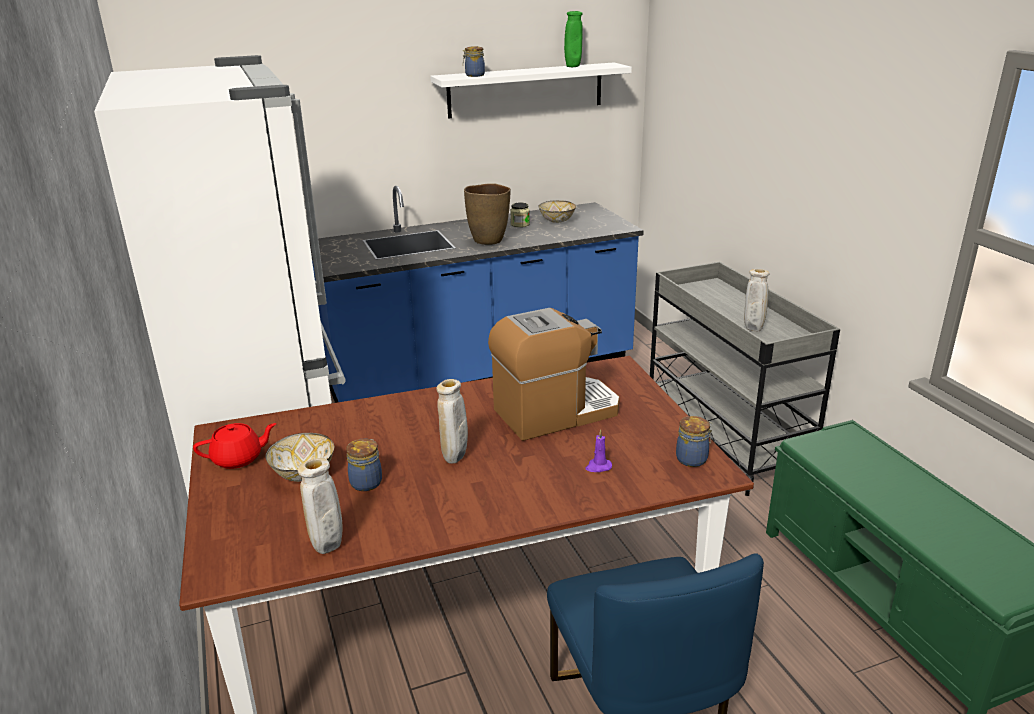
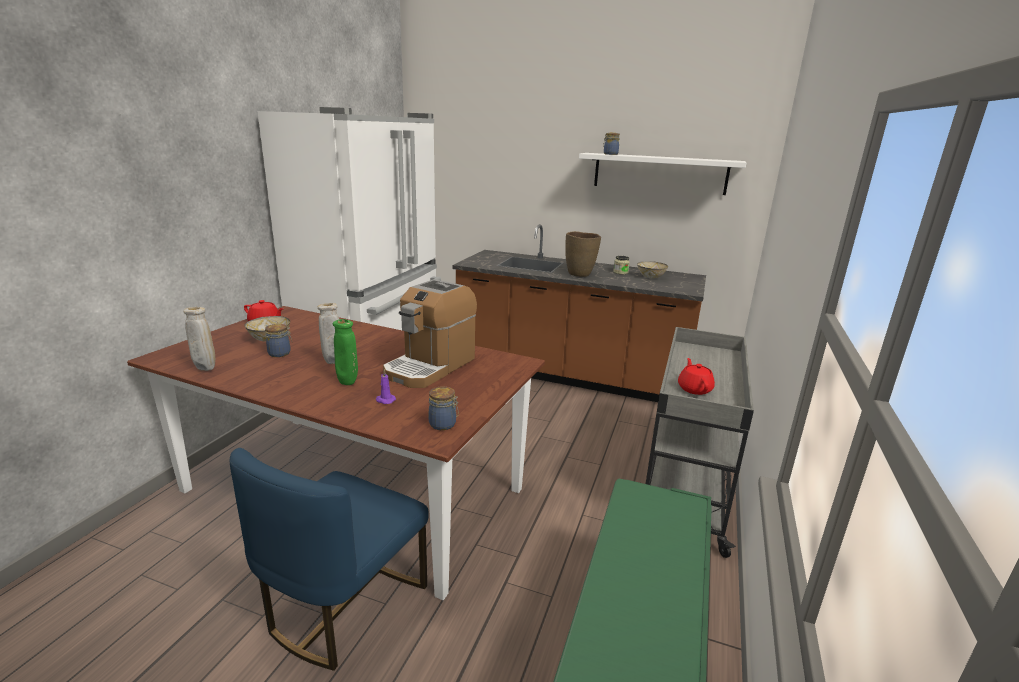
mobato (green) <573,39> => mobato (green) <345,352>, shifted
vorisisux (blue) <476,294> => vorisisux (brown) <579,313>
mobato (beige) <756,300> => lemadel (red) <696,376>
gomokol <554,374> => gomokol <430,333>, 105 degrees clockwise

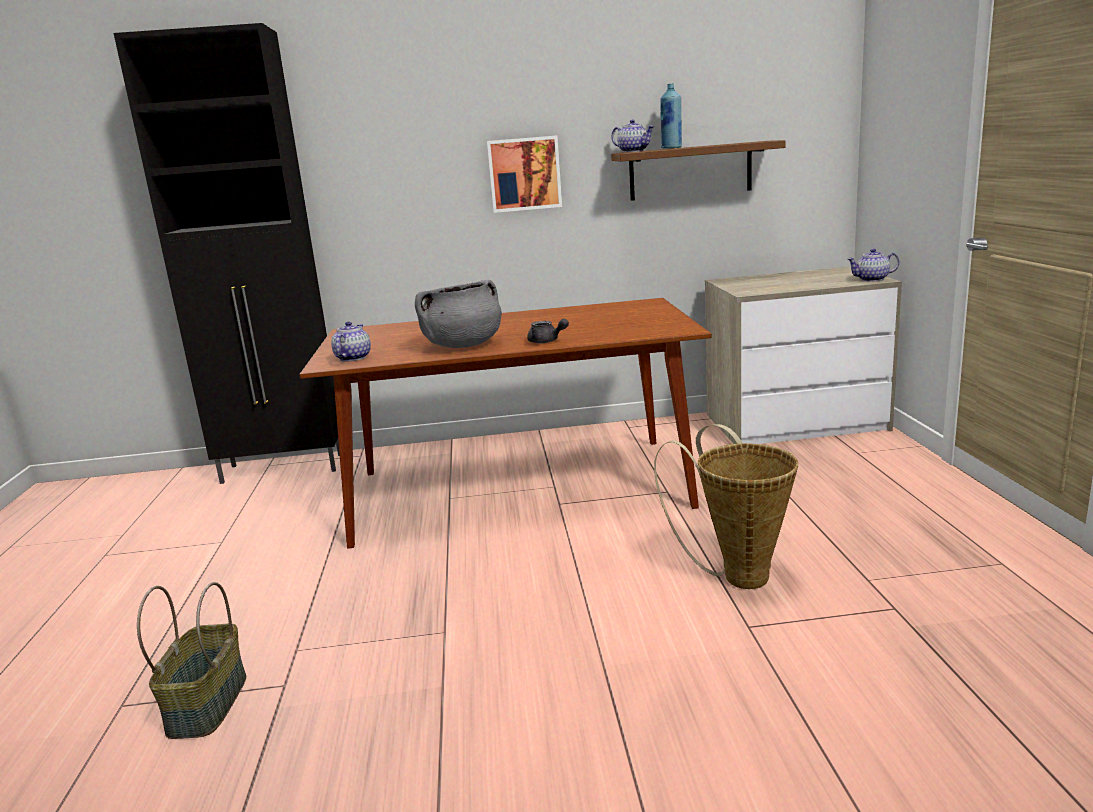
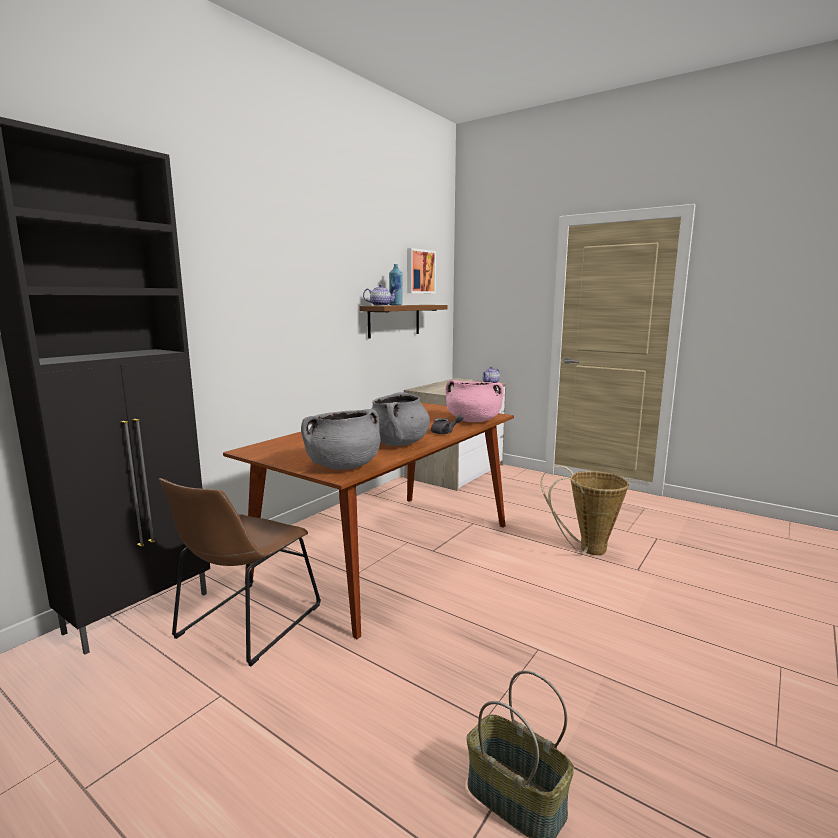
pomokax <524,174> => pomokax <421,270>, shifted
lemadel <351,341> => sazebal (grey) <341,439>
nothing => sazebal (pink) <475,401>
nothing => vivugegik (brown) <240,572>

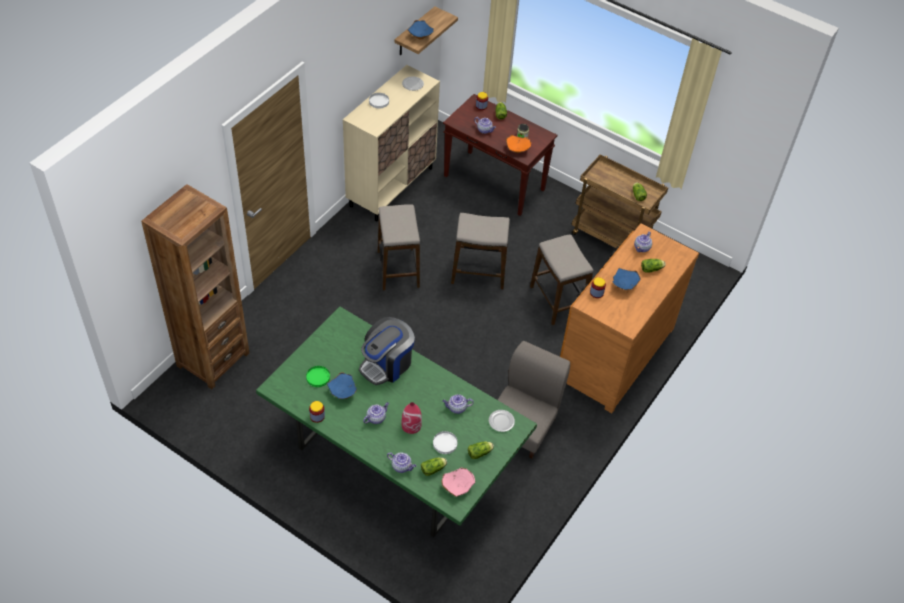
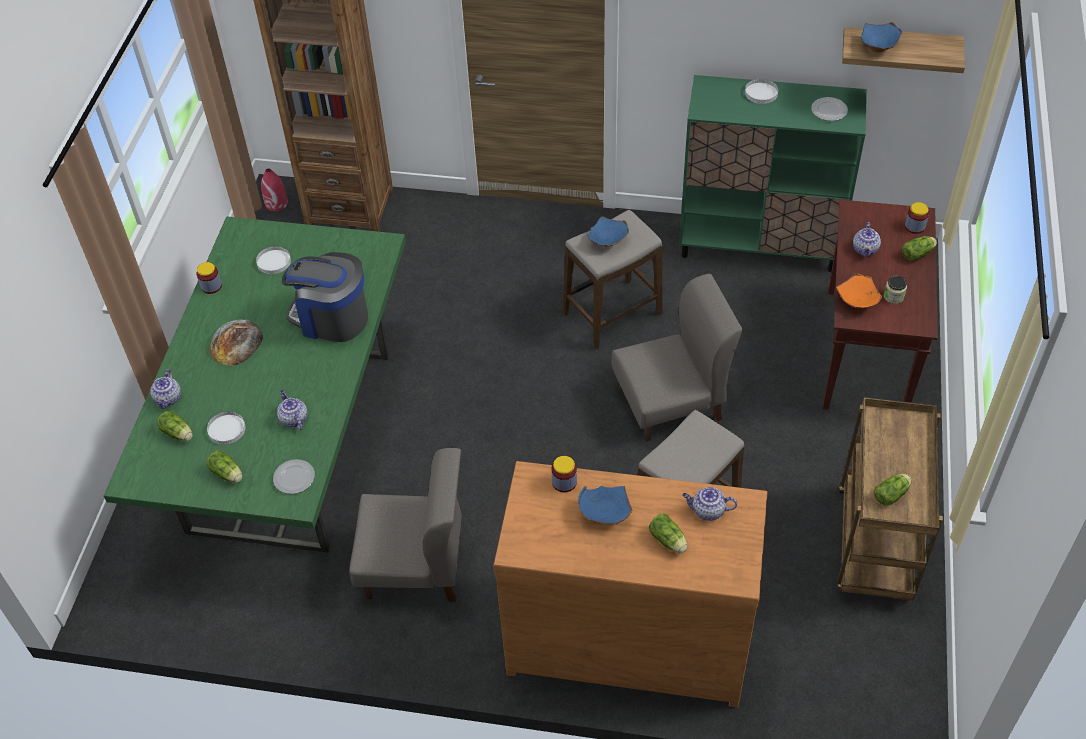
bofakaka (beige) <391,143> => bofakaka (green) <773,173>
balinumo <480,251> => vivugegik (grey) <676,357>
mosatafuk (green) <318,376> => mosatafuk (white) <273,260>
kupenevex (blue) <342,385> => kupenevex (blue) <608,231>, shifted
lemadel <376,413> => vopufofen <236,343>
mobato (red) <412,418> => mobato (red) <274,189>, shifted
kupenevex (pink) <458,482> => nothing

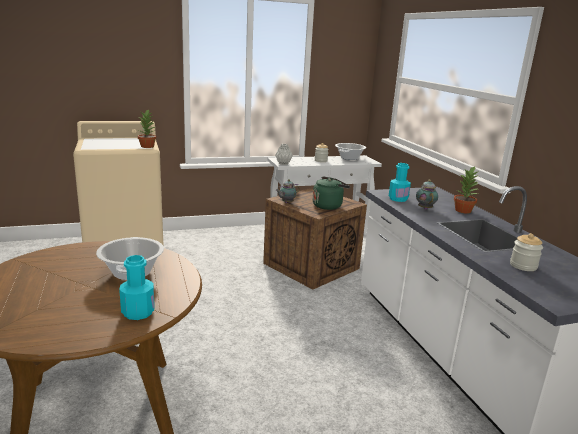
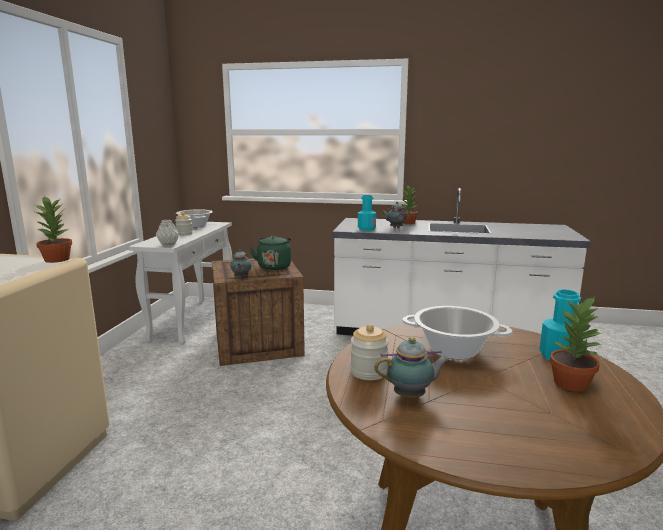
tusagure <526,252> => tusagure <369,352>, shifted
nothing => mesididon <576,343>
nothing => lemadel <412,367>

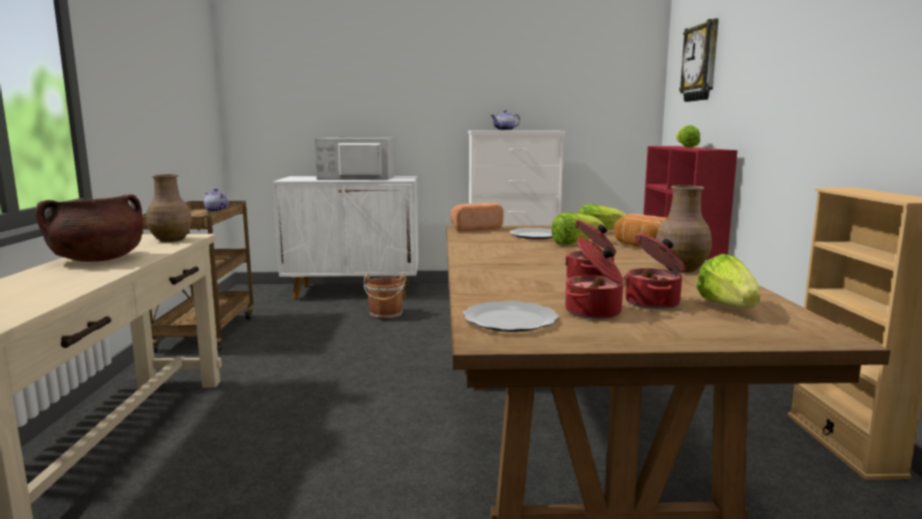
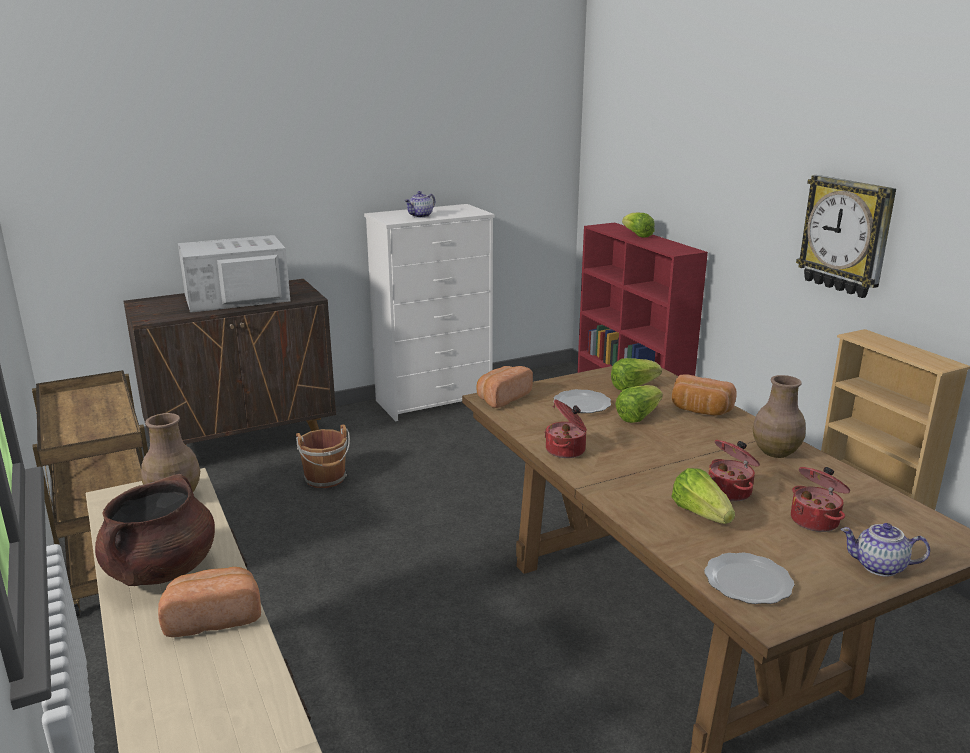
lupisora <699,60> => lupisora <846,236>, shifted
bofakaka (white) <346,238> => bofakaka (brown) <230,362>
lemadel <216,200> => lemadel <885,550>, shifted
sazebal <594,278> => sazebal <565,428>, shifted
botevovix <729,281> => botevovix <703,496>, shifted
nothing => vopufofen <209,602>

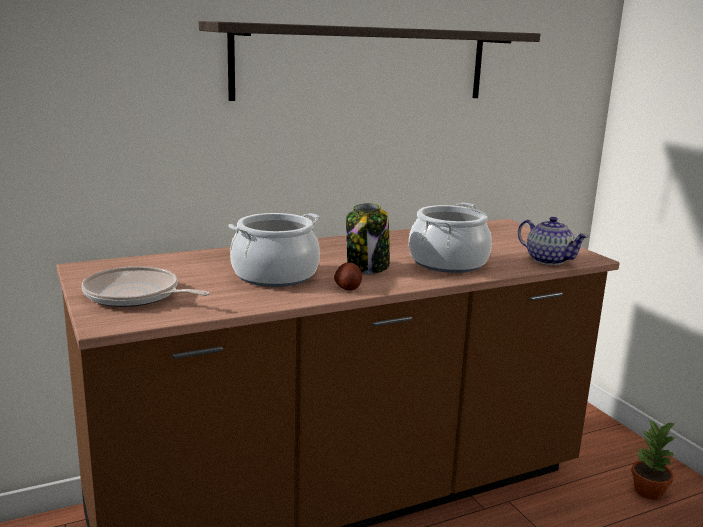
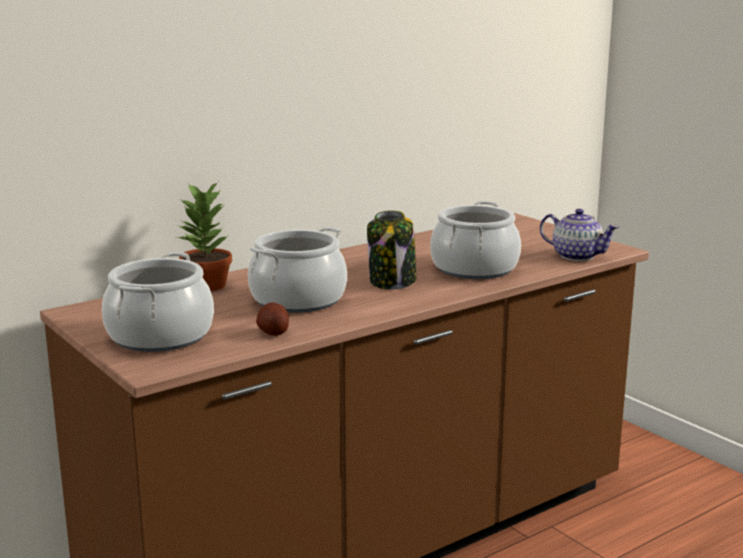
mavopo <369,61> => nothing
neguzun <348,276> => neguzun <272,319>, shifted
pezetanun <146,286> => sazebal <158,302>
mesididon <653,460> => mesididon <204,236>, shifted

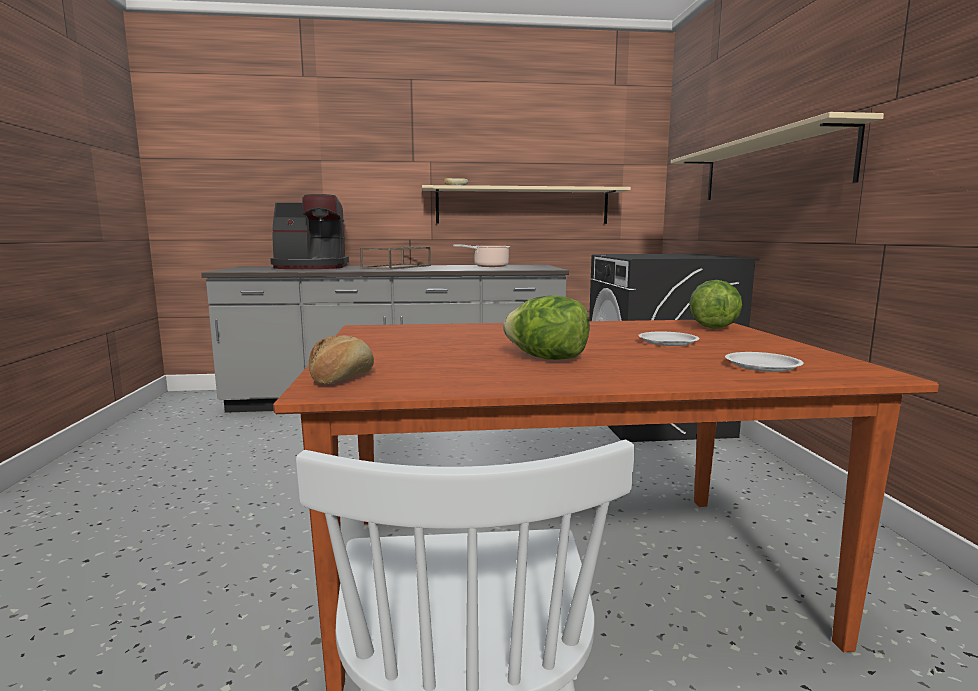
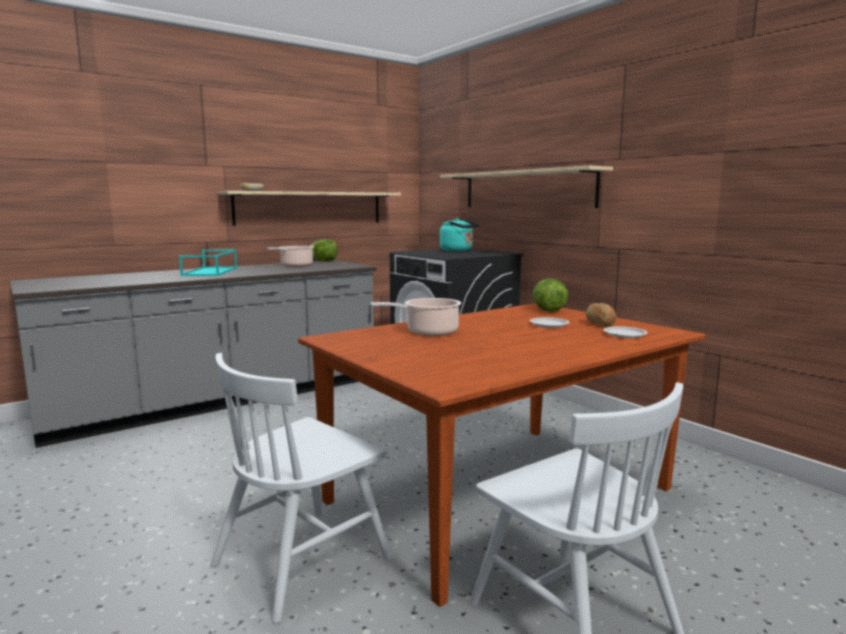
gomokol <309,231> => nothing
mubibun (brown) <395,258> => mubibun (turquoise) <208,263>
botevovix <546,327> => botevovix <323,250>, shifted
vopufofen <341,359> => vopufofen <601,314>, shifted
nothing => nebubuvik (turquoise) <459,234>
nothing => sazebal <415,317>
nothing => vivugegik (white) <301,488>

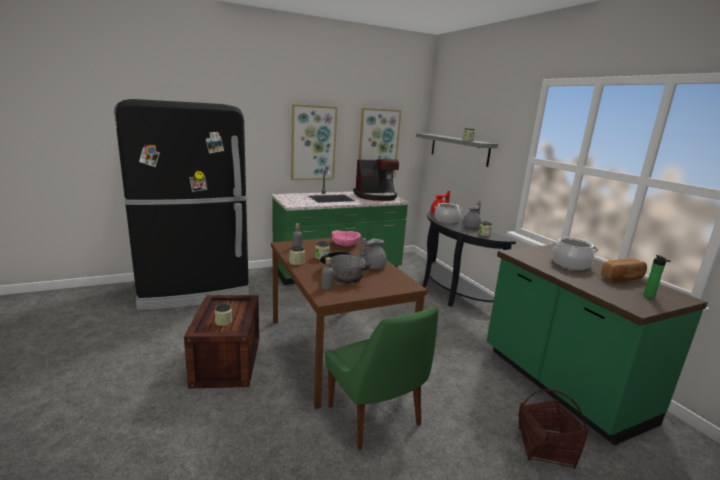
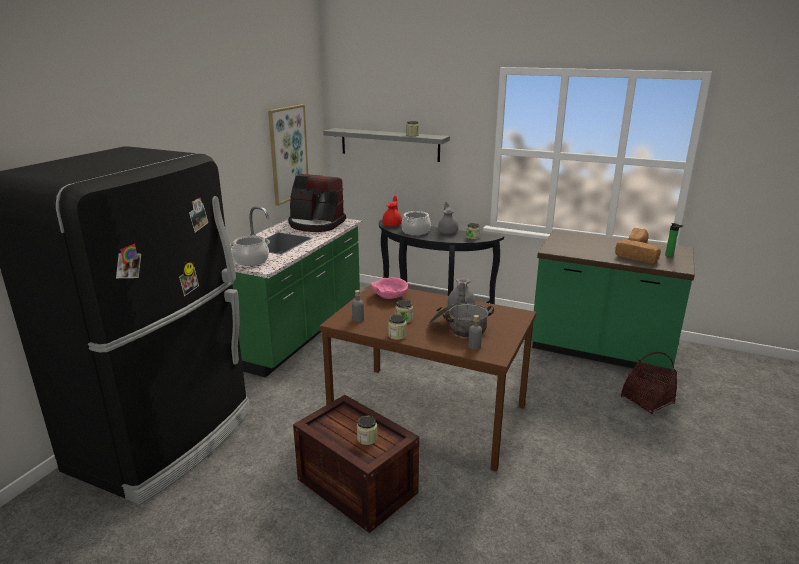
pomokax <314,142> => nothing
gomokol <376,180> => gomokol <317,203>, 75 degrees clockwise
sazebal <575,254> => sazebal <250,251>, shifted
vivugegik (green) <381,378> => nothing
nothing => vopufofen <638,251>

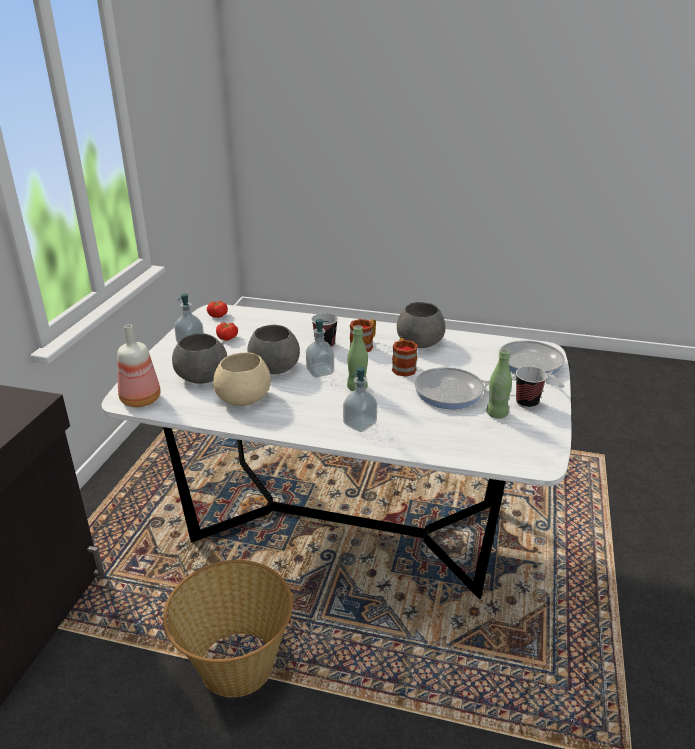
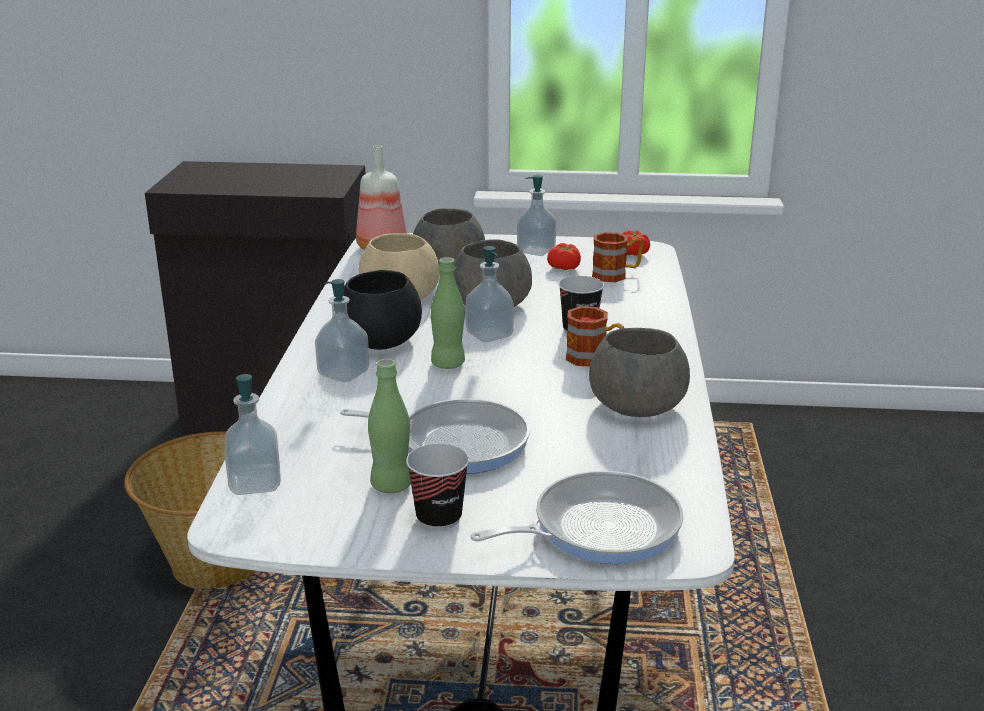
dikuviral <405,357> => dikuviral <617,257>, shifted
pezetanun <465,388> => pezetanun <435,436>, 120 degrees clockwise
nothing => kupenevex (black) <382,310>
nothing => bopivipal <253,434>

